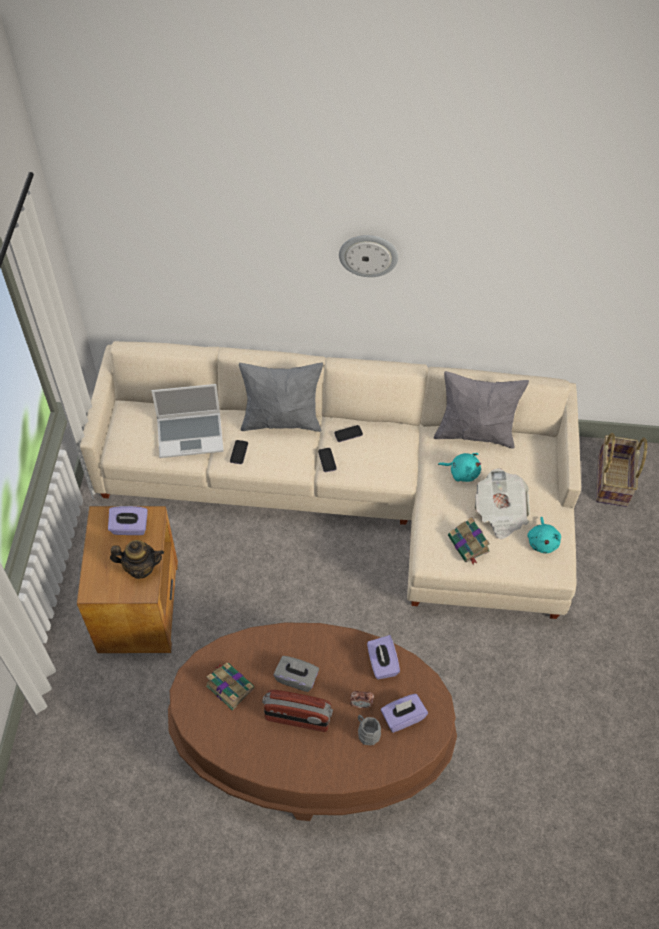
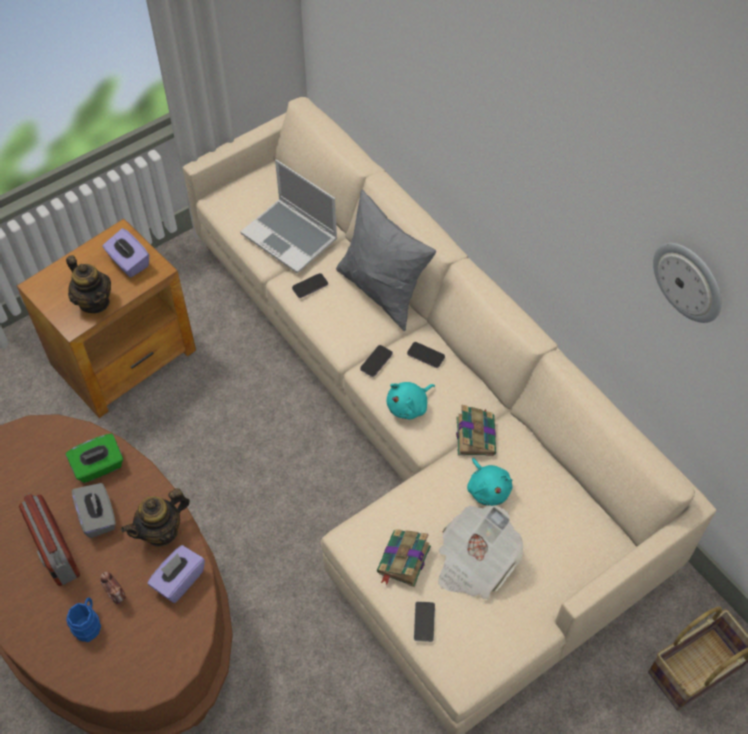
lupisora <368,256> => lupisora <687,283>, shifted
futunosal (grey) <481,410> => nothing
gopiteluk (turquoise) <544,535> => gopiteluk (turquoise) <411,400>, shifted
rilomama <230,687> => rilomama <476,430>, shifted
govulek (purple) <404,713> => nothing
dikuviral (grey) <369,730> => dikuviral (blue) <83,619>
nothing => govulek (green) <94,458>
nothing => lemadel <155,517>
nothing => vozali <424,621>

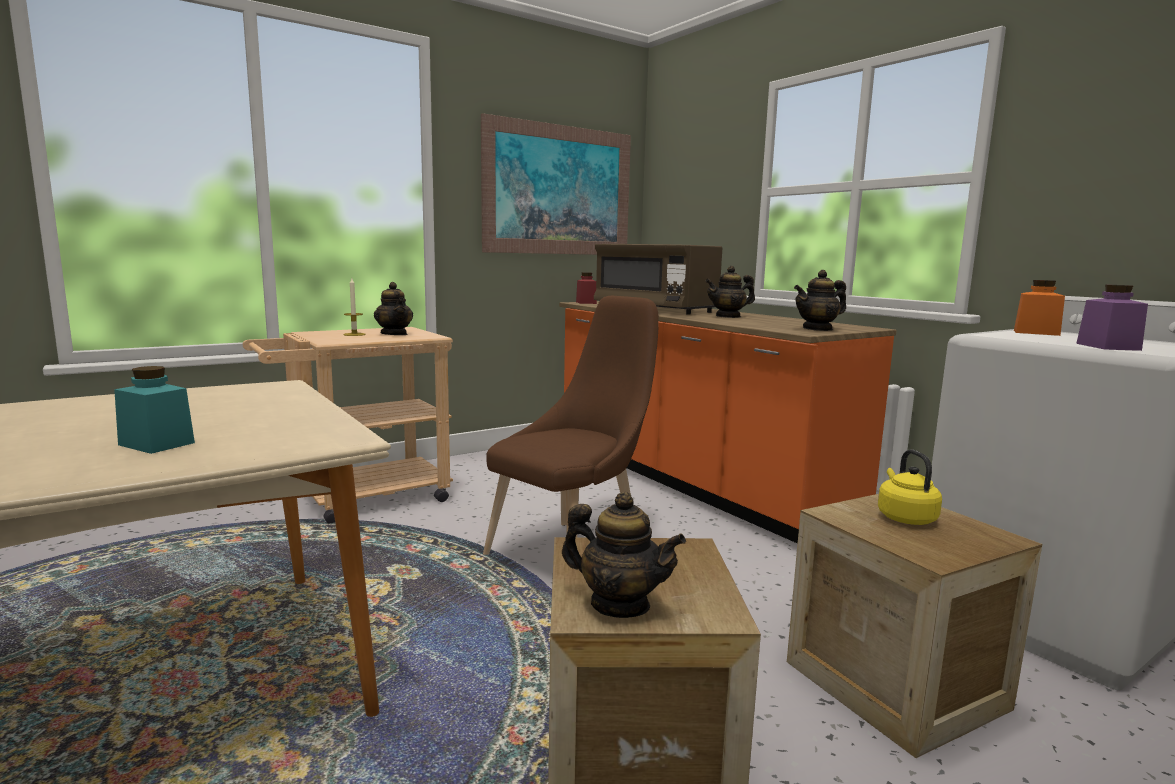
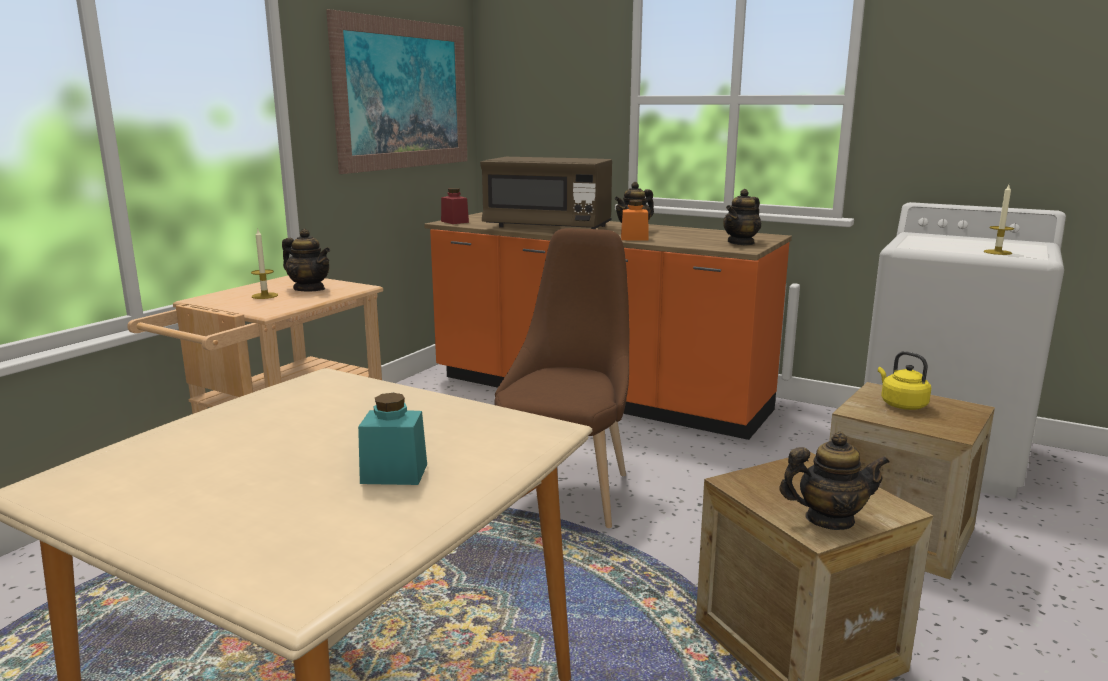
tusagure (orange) <1039,308> => tusagure (orange) <634,220>, shifted
tusagure (purple) <1112,318> => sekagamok <999,220>

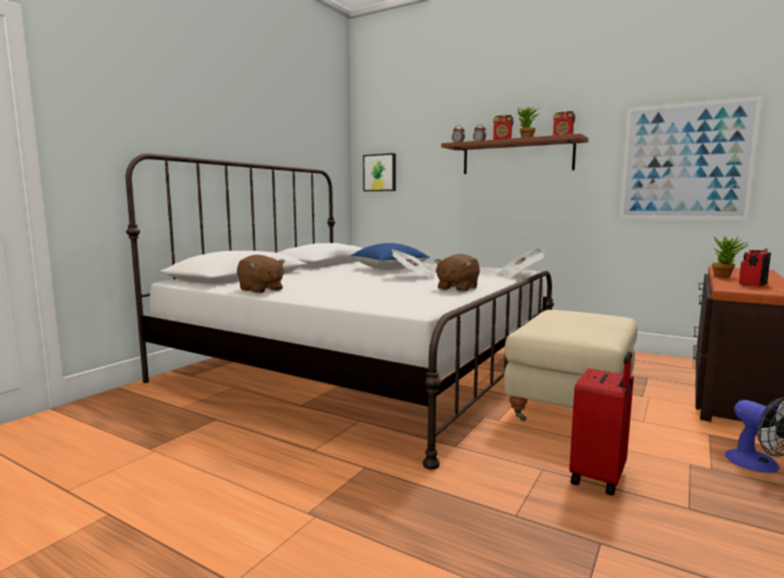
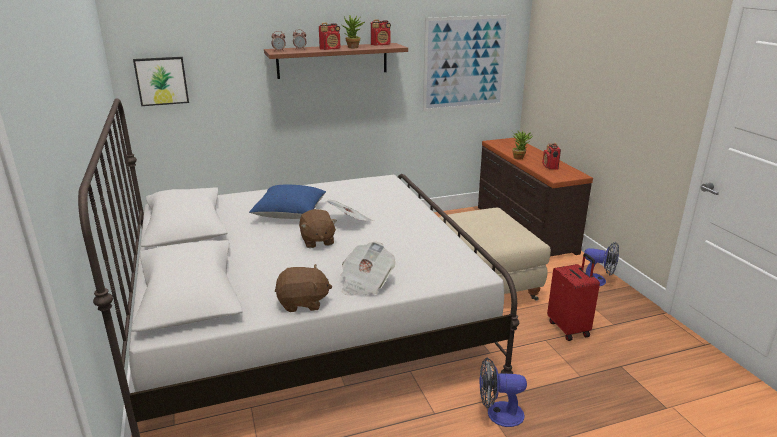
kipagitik <519,262> => kipagitik <368,269>, shifted
gopiteluk (brown) <457,273> => gopiteluk (brown) <318,228>, shifted
nothing => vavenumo <503,392>

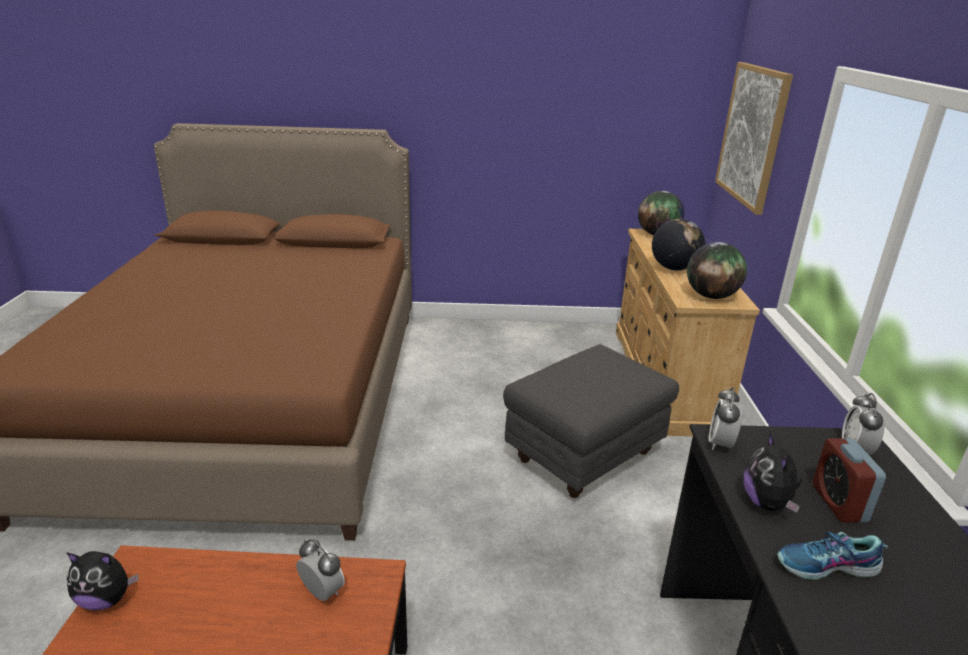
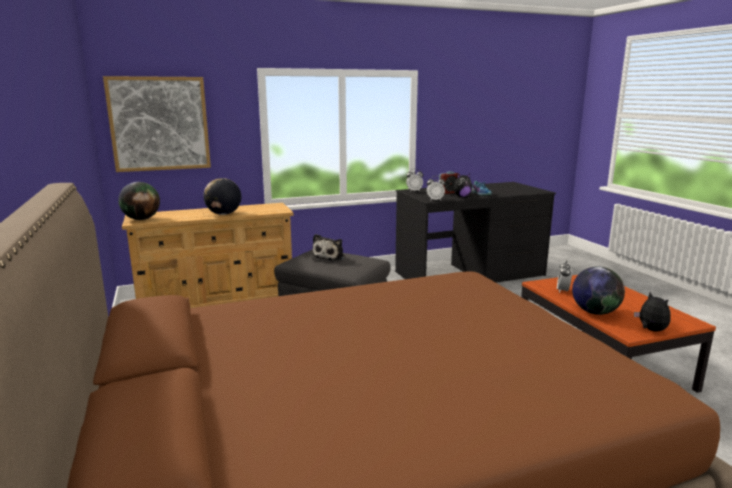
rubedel <717,270> => rubedel <598,290>, shifted
nothing => gopiteluk <328,247>

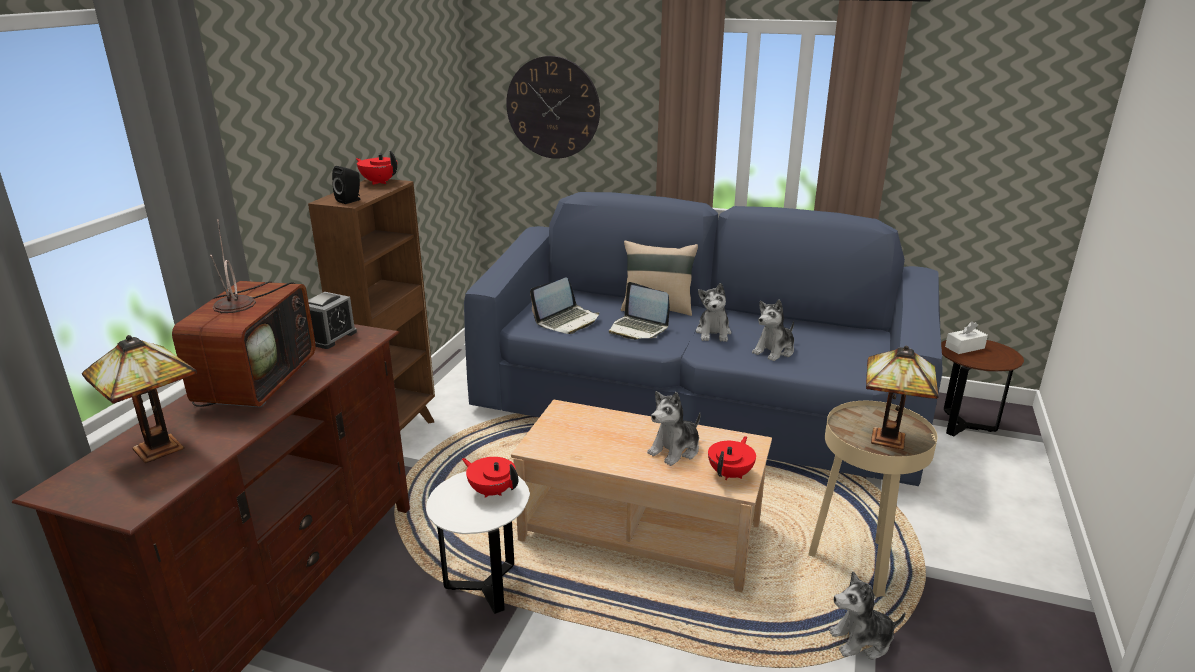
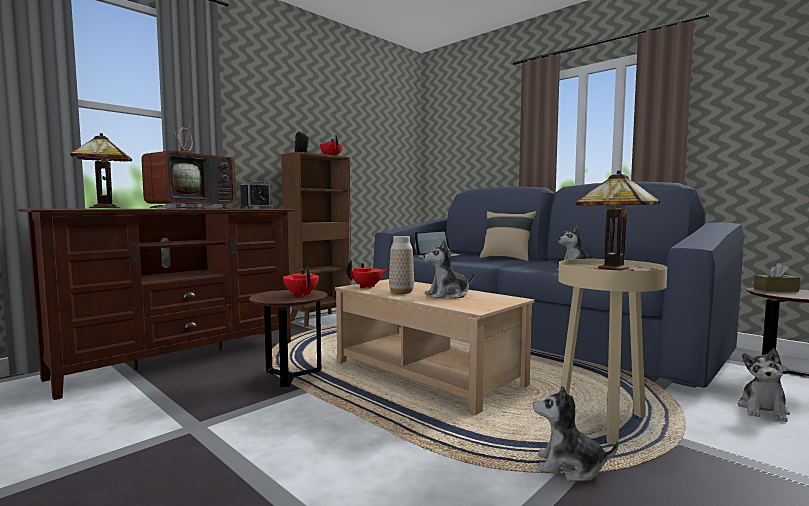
lupisora <553,107> => nothing
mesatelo <639,311> => nothing
gopiteluk <713,312> => gopiteluk <764,385>, shifted
govulek (white) <966,337> => govulek (brown) <776,277>
lemadel (red) <732,458> => lemadel (red) <367,274>, shifted
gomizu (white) <478,543> => gomizu (brown) <288,338>
nothing => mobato <401,265>

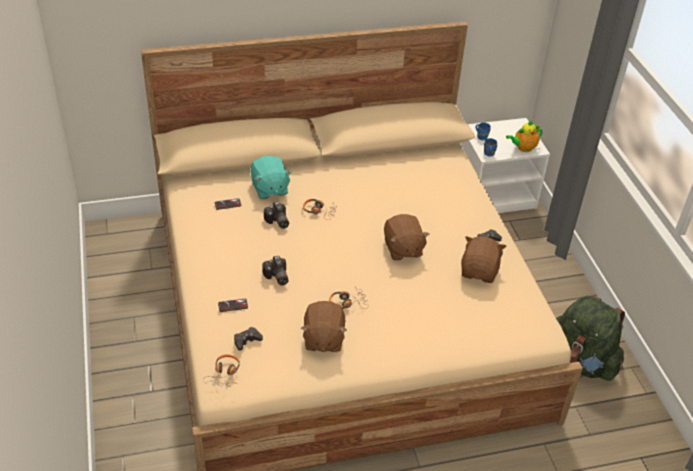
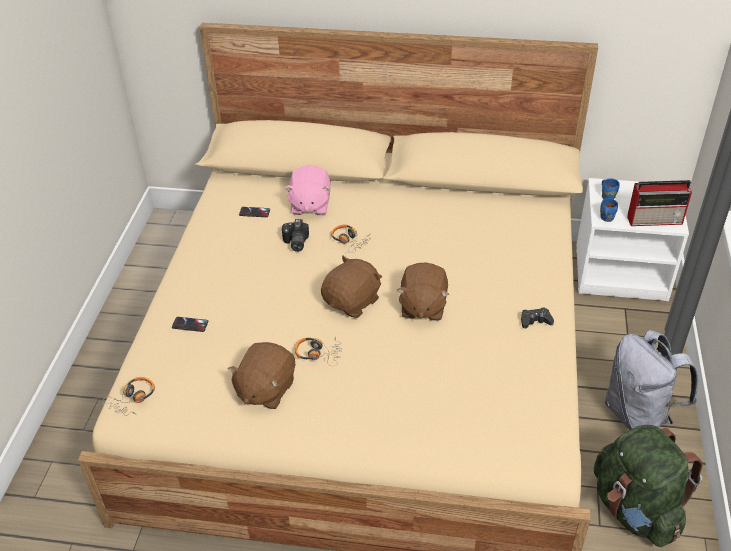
lemadel <524,136> => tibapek <659,203>
gopiteluk (turquoise) <271,177> => gopiteluk (pink) <307,190>
gopiteluk (brown) <483,259> => gopiteluk (brown) <351,287>, shifted
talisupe <275,270> => nothing
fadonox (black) <248,339> => nothing
nothing => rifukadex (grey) <652,380>

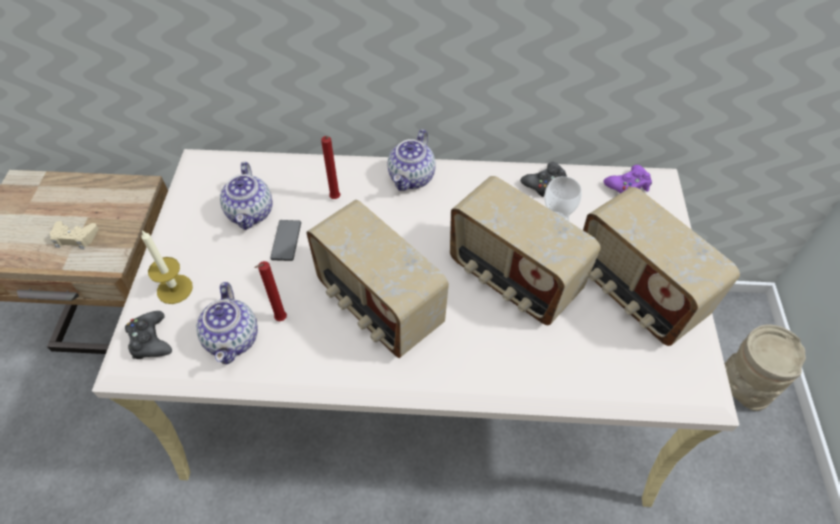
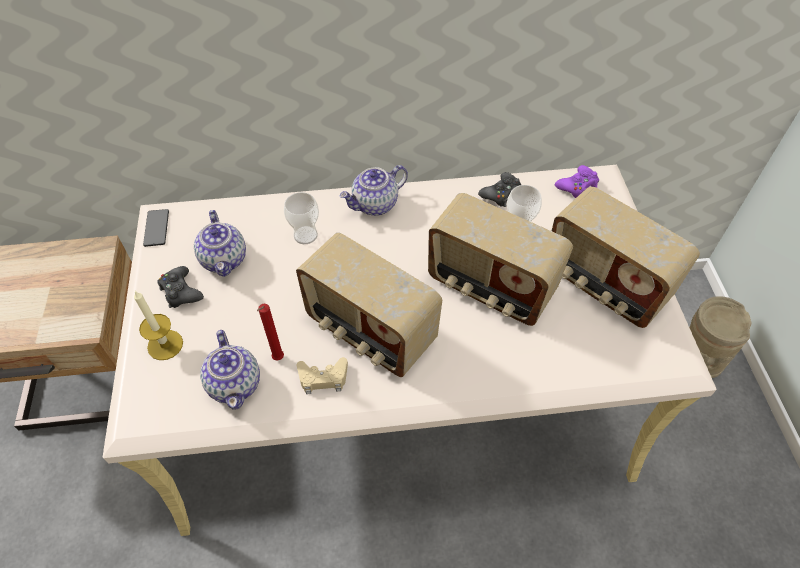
lemadel <411,160> => lemadel <374,190>, 45 degrees clockwise
sekagamok (red) <330,167> => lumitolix <301,218>
vozali <285,240> => vozali <156,228>, shifted
fadonox (beige) <74,235> => fadonox (beige) <322,375>, shifted
fadonox (black) <148,335> => fadonox (black) <180,287>, shifted

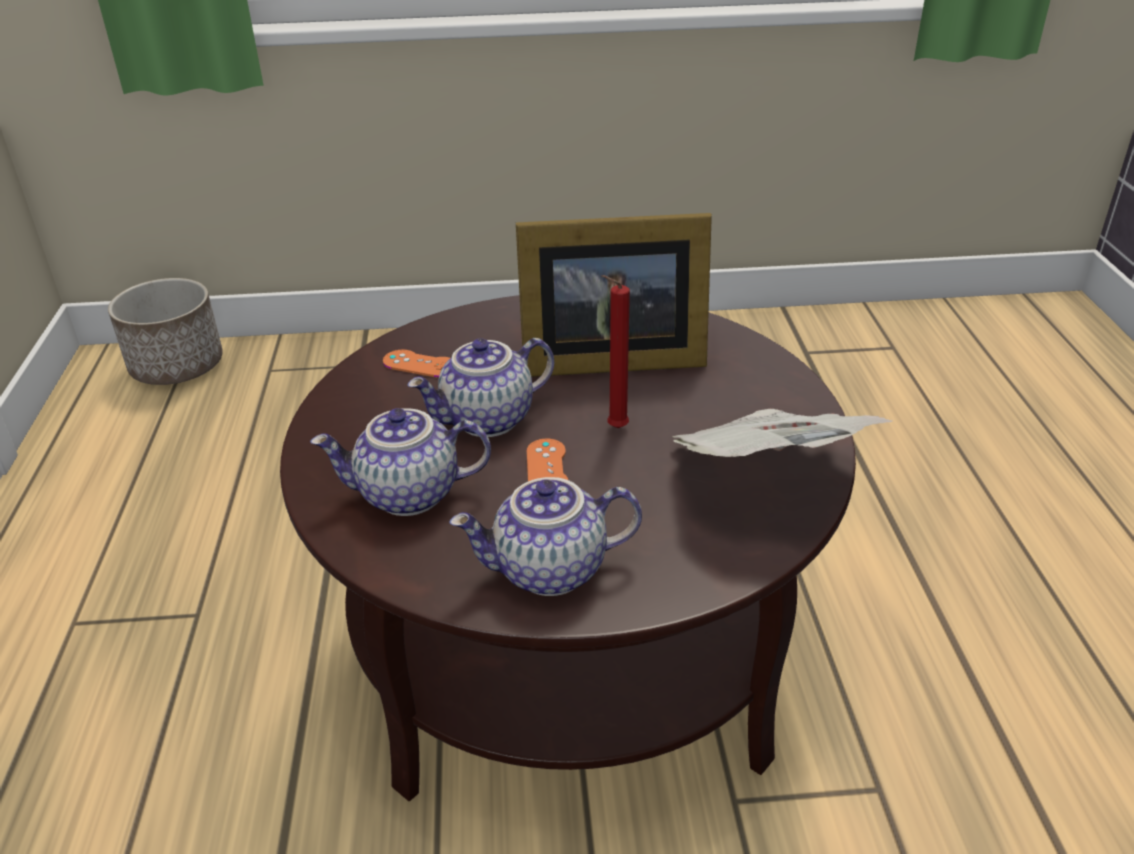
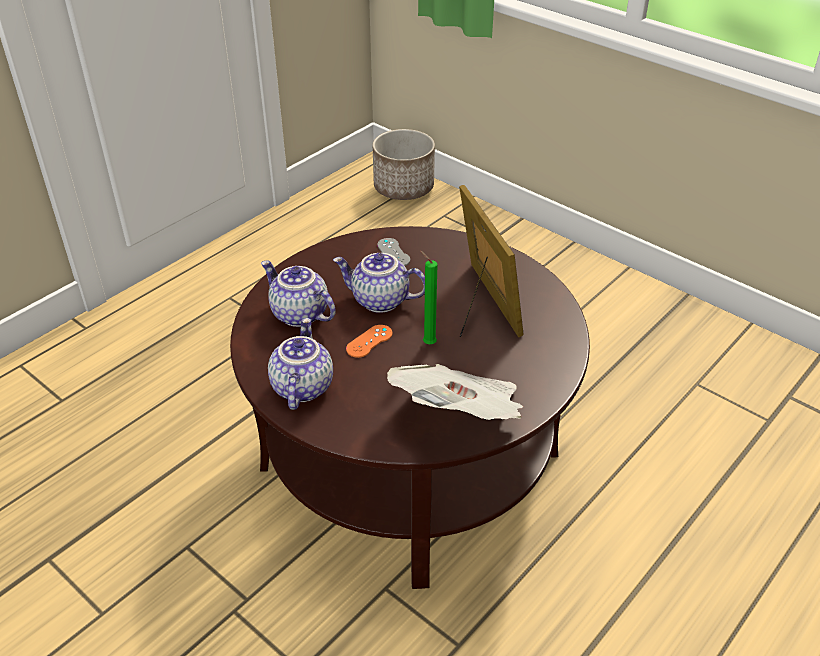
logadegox <614,295> => logadegox <491,261>, 150 degrees counterclockwise
sekagamok (red) <616,351> => sekagamok (green) <428,297>
fadonox (orange) <416,364> => fadonox (grey) <393,252>
lemadel <546,536> => lemadel <300,364>, 60 degrees clockwise

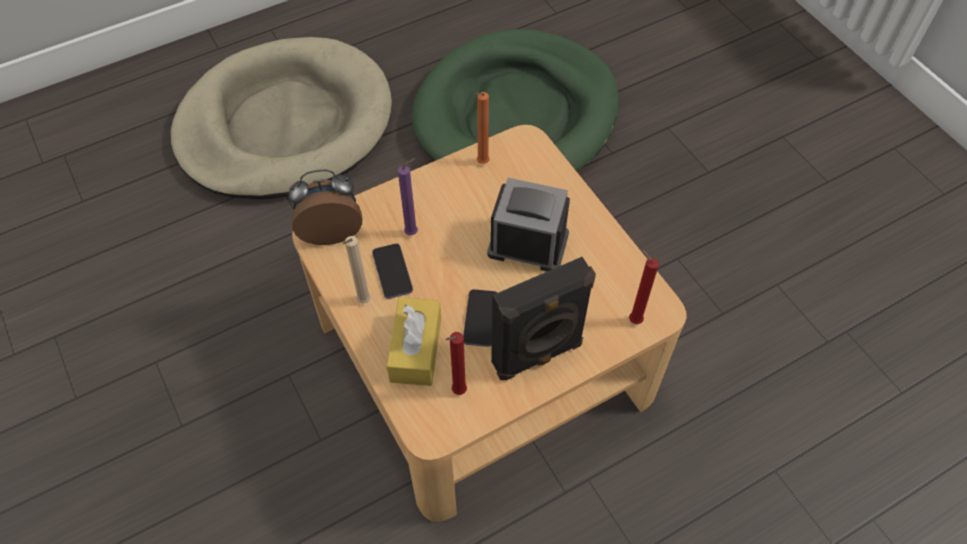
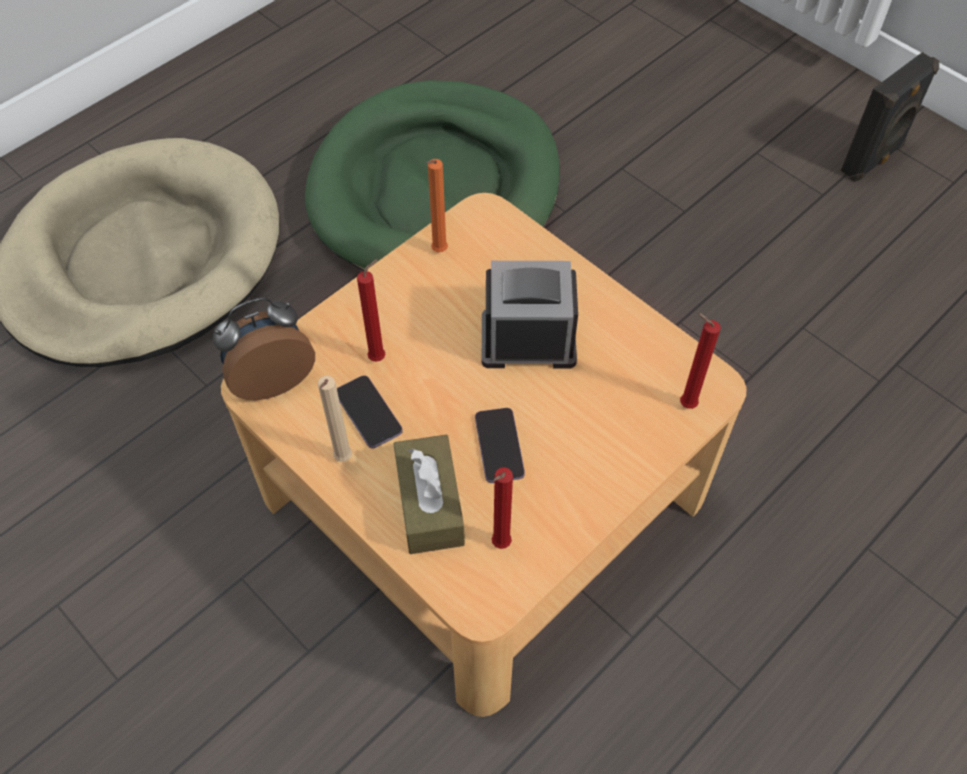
sekagamok (purple) <408,196> => sekagamok (red) <371,310>
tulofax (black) <543,318> => tulofax (black) <890,117>, shifted
govulek (yellow) <413,341> => govulek (brown) <429,494>

